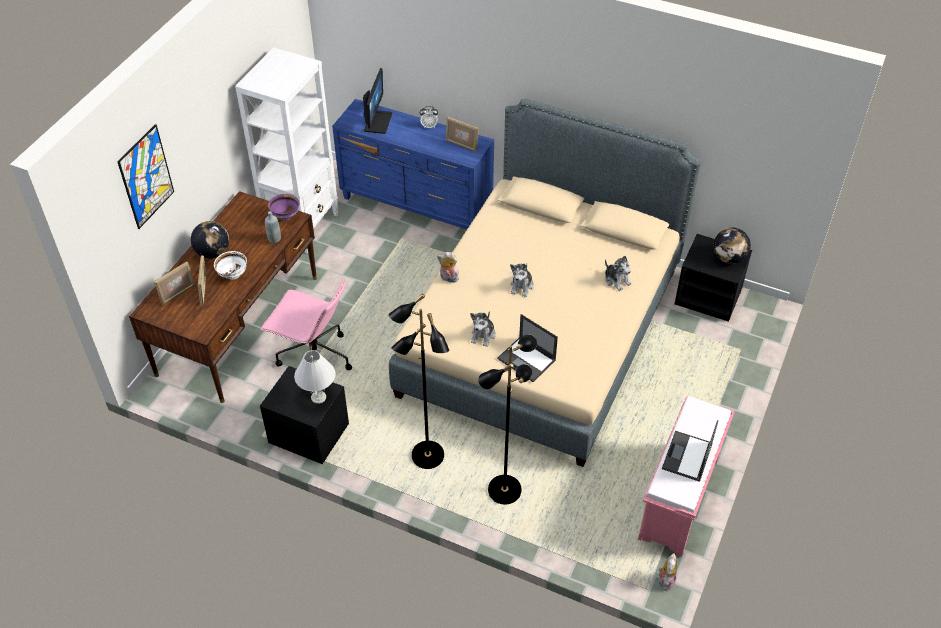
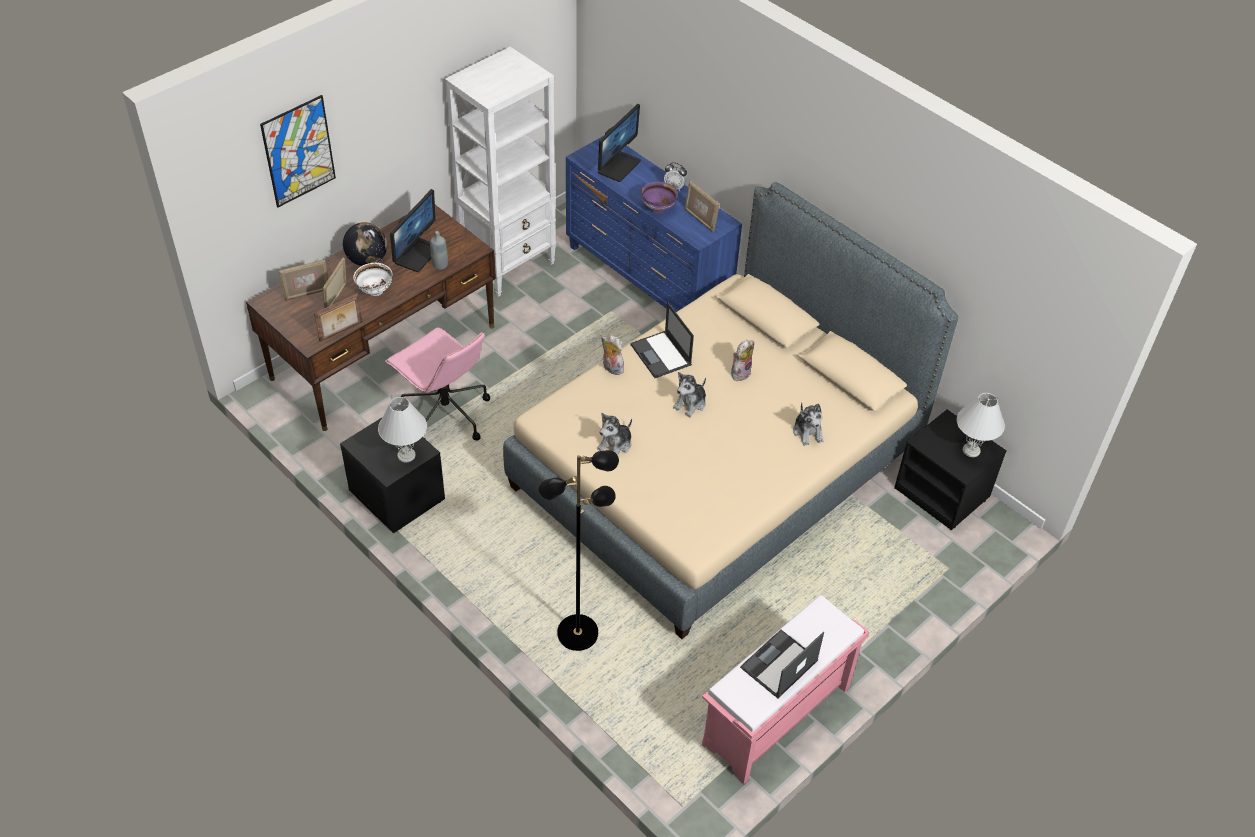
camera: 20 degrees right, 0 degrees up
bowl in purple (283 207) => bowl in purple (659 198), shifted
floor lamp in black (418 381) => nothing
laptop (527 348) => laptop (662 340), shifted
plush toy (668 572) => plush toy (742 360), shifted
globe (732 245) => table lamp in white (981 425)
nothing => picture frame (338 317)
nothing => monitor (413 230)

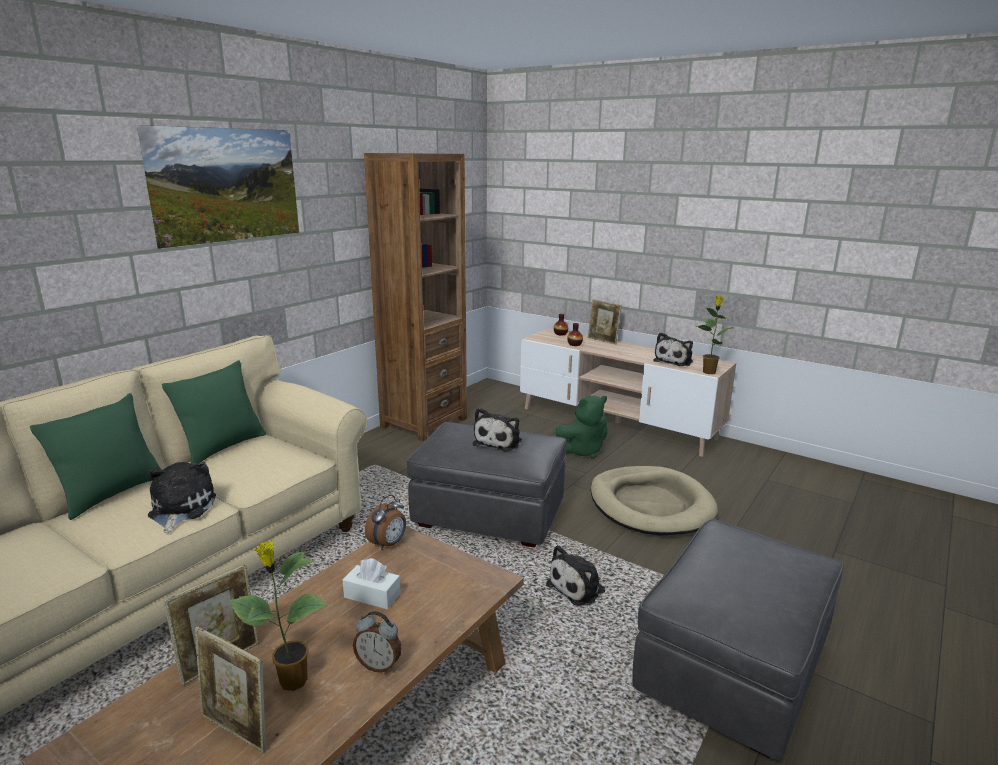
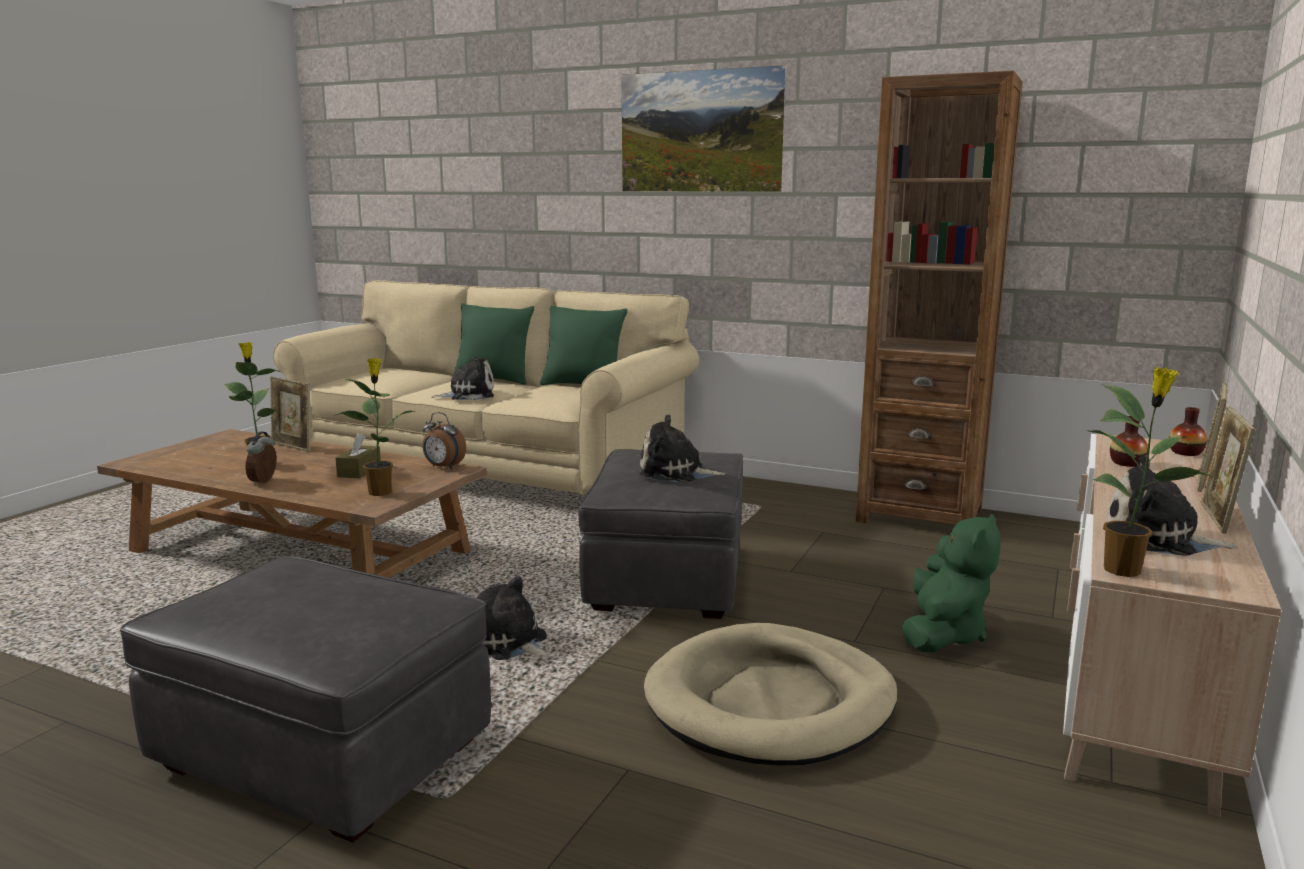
camera: 80 degrees right, 5 degrees down
picture frame (230 690) => picture frame (1228 470), shifted
tissue box in white (372 583) => tissue box in brown (358 455)
plush toy in green (581 427) => plush toy in green (951 582), 120 degrees counterclockwise
nothing => potted plant (375 427)

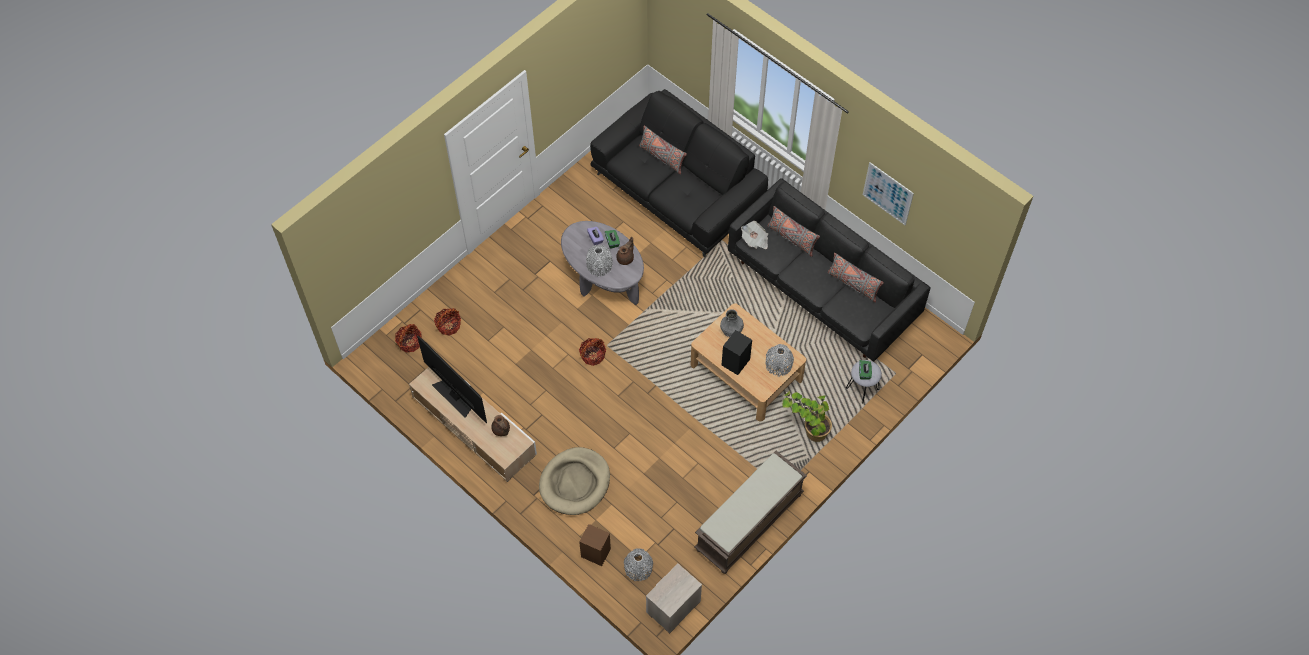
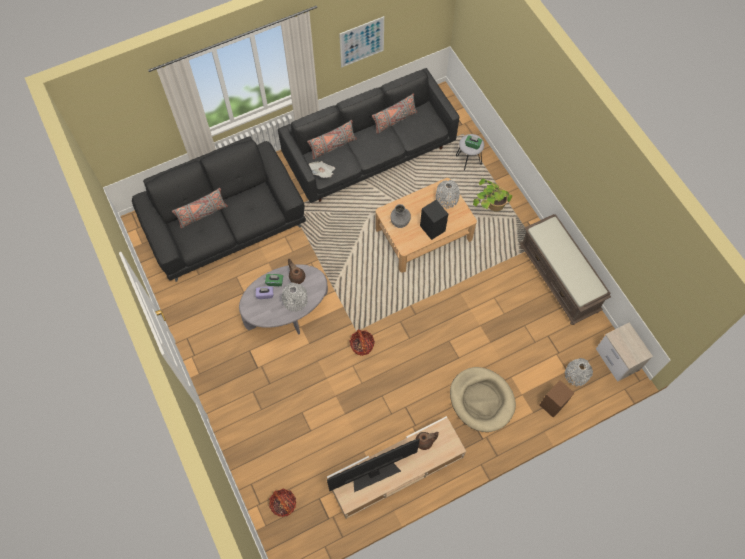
camera: 70 degrees left, 5 degrees up
basket (447 322) => nothing

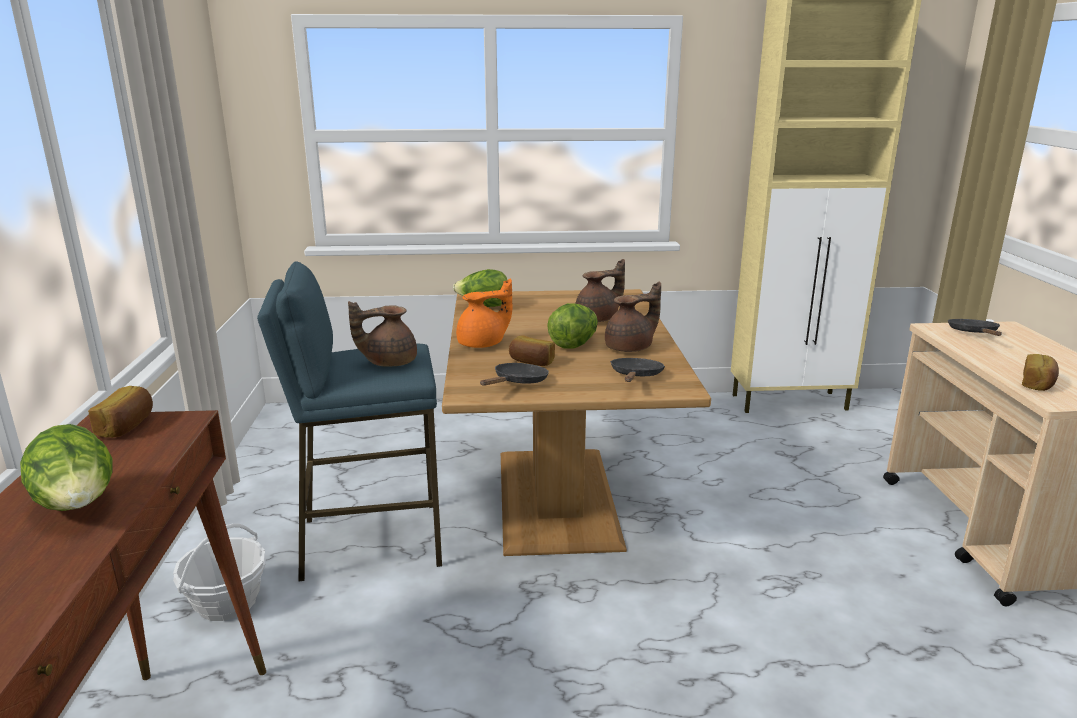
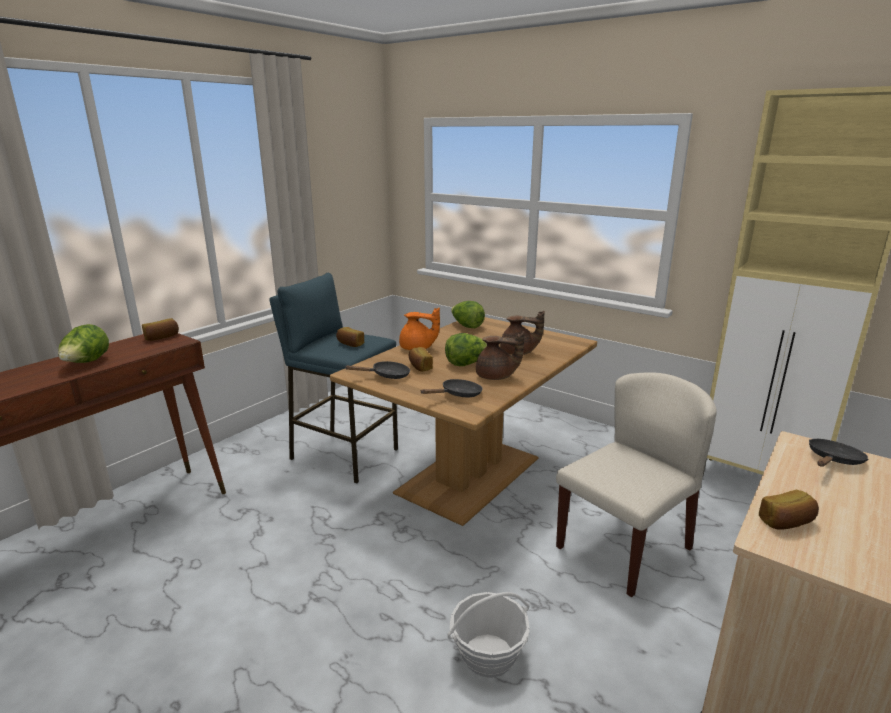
camera: 40 degrees right, 0 degrees up
basket (219 572) => basket (489 635), shifted
teapot in brown (382 334) => bread (350 337)
nothing => chair in beige (636 484)

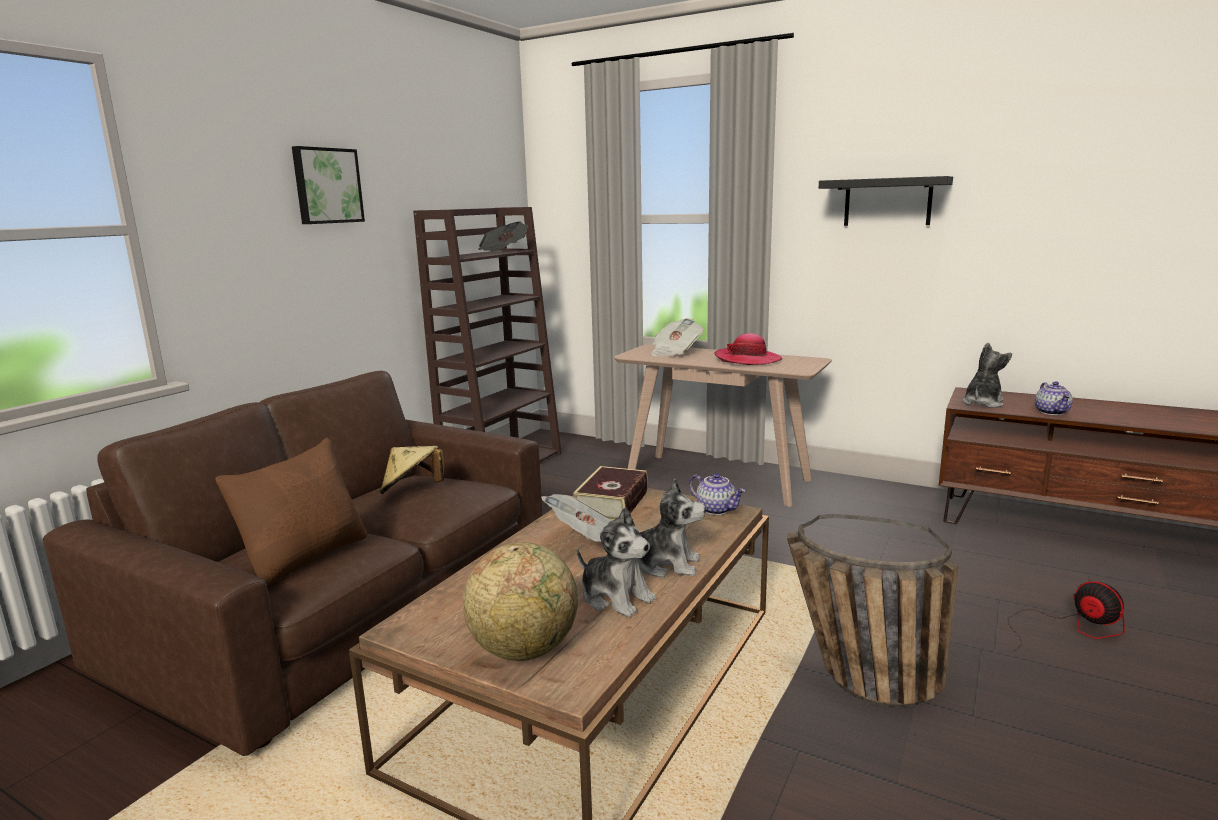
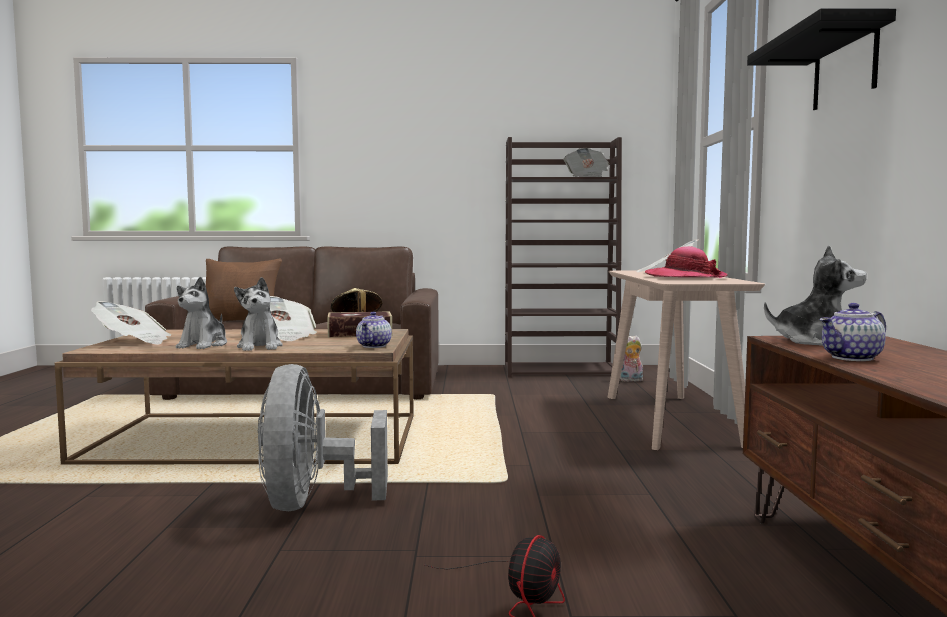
camera: 60 degrees right, 10 degrees down
picture (328 185) => nothing
globe (520 601) => newspaper (131 323)
basket (872 610) => fan in grey (323 437)
nothing => plush toy (631 358)

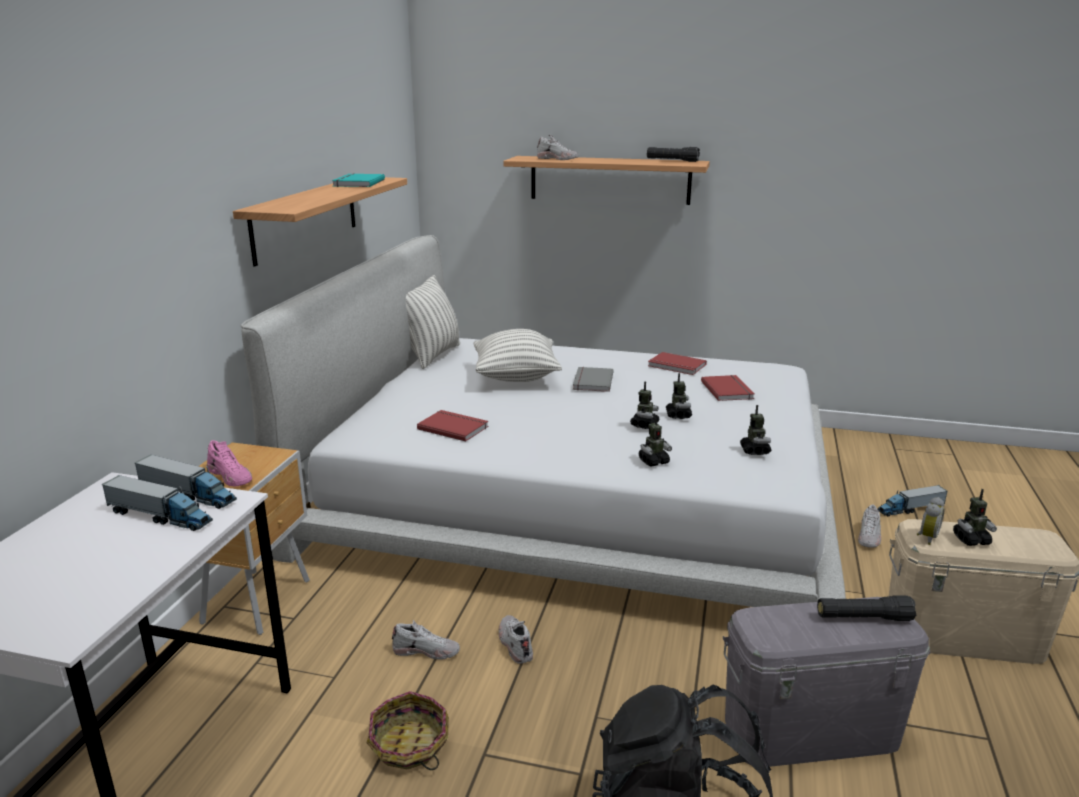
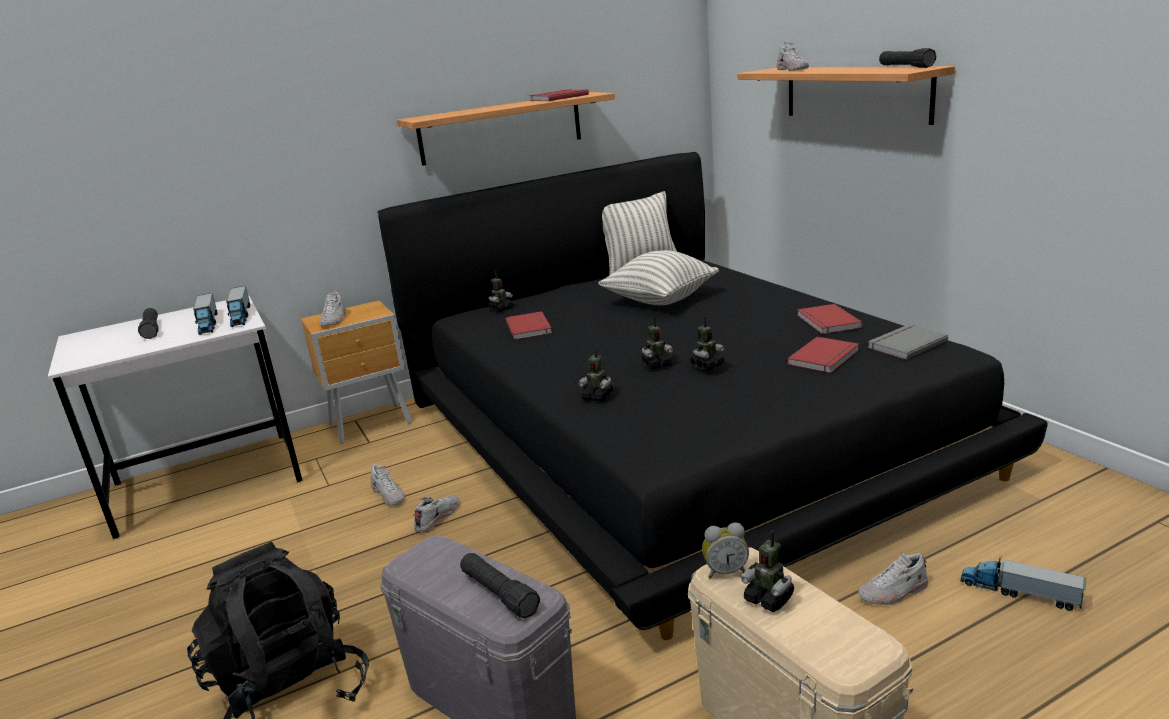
camera: 50 degrees right, 0 degrees up
shoe in pink (229 463) => shoe in white (332 309)
bed in white (543 421) => bed in black (712 396)
book in turquoise (358 180) => book in red (559 95)
basket (408 730) => nothing
book in grey (593 379) => book in grey (908 342), shifted
toy robot (755 430) => toy robot (500 291), shifted
nothing => flashlight in black (148 323)

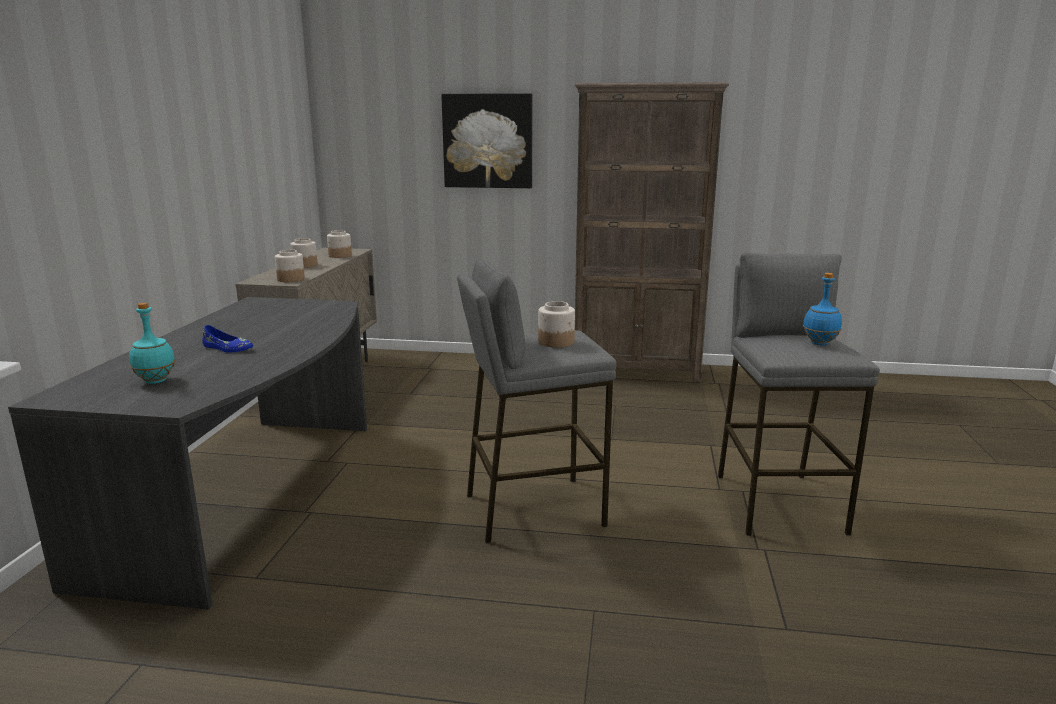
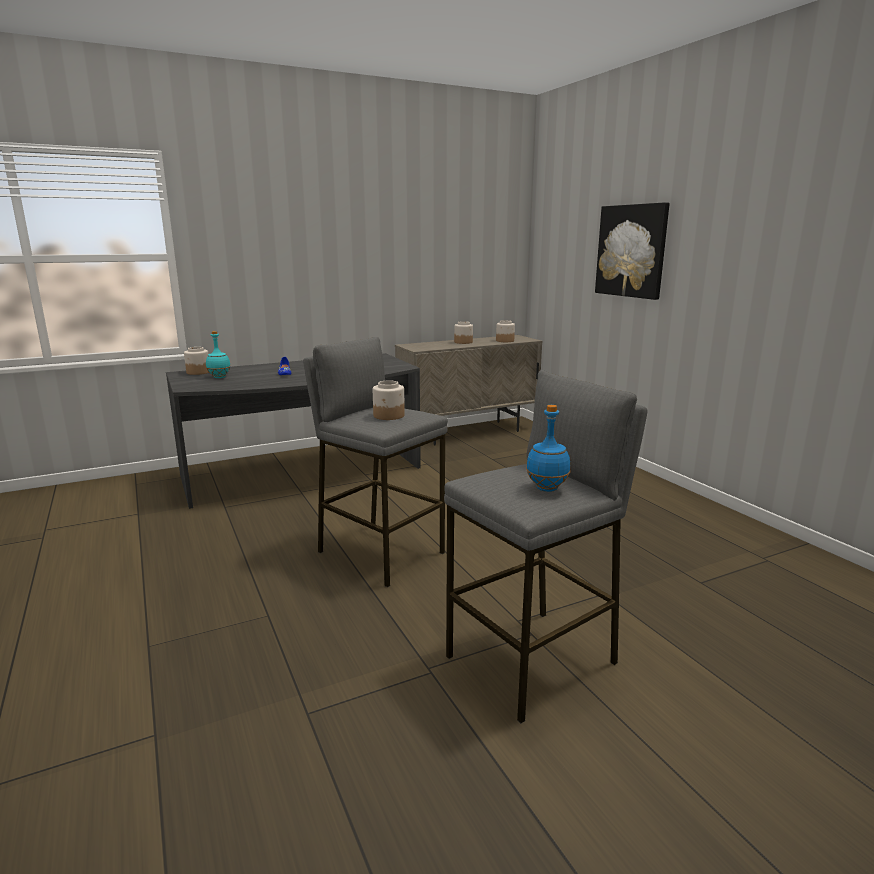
camera: 55 degrees right, 0 degrees up
jar (290 266) => jar (196 361), shifted
bookcase in brown (652 232) => nothing

